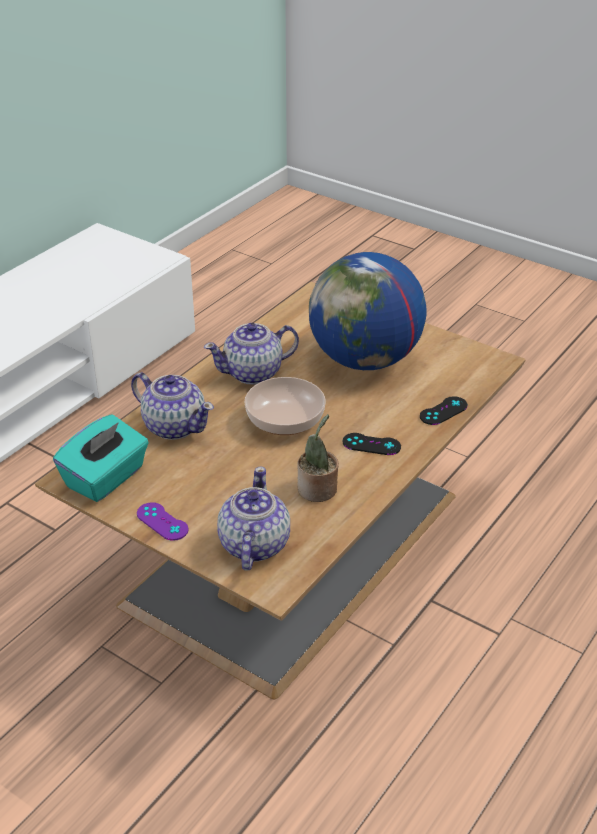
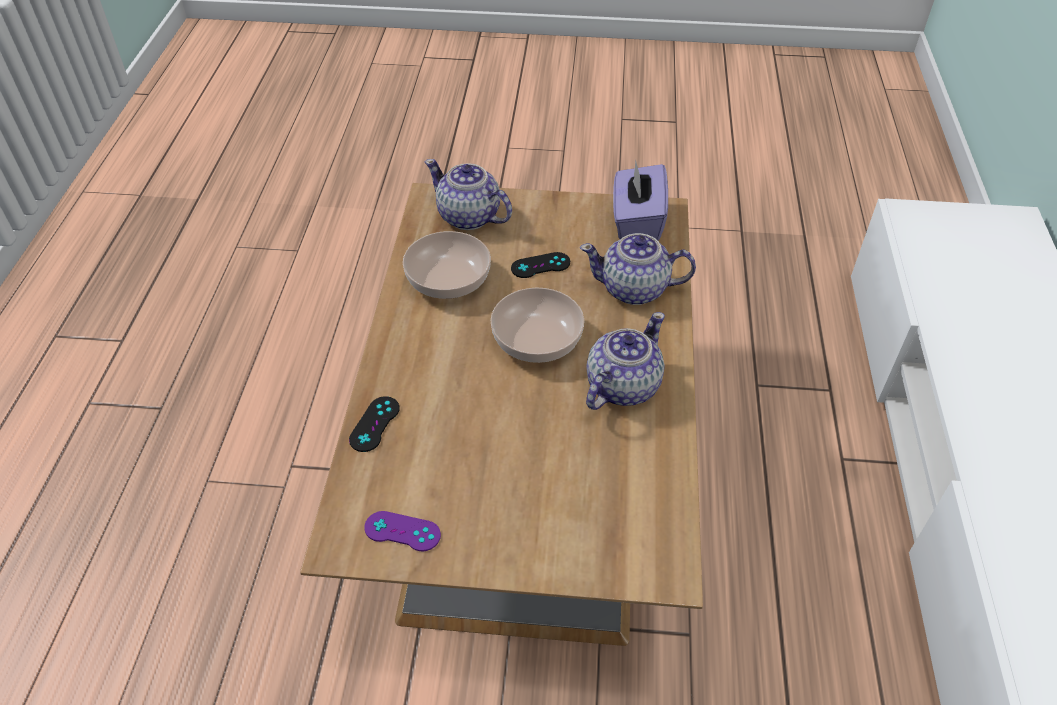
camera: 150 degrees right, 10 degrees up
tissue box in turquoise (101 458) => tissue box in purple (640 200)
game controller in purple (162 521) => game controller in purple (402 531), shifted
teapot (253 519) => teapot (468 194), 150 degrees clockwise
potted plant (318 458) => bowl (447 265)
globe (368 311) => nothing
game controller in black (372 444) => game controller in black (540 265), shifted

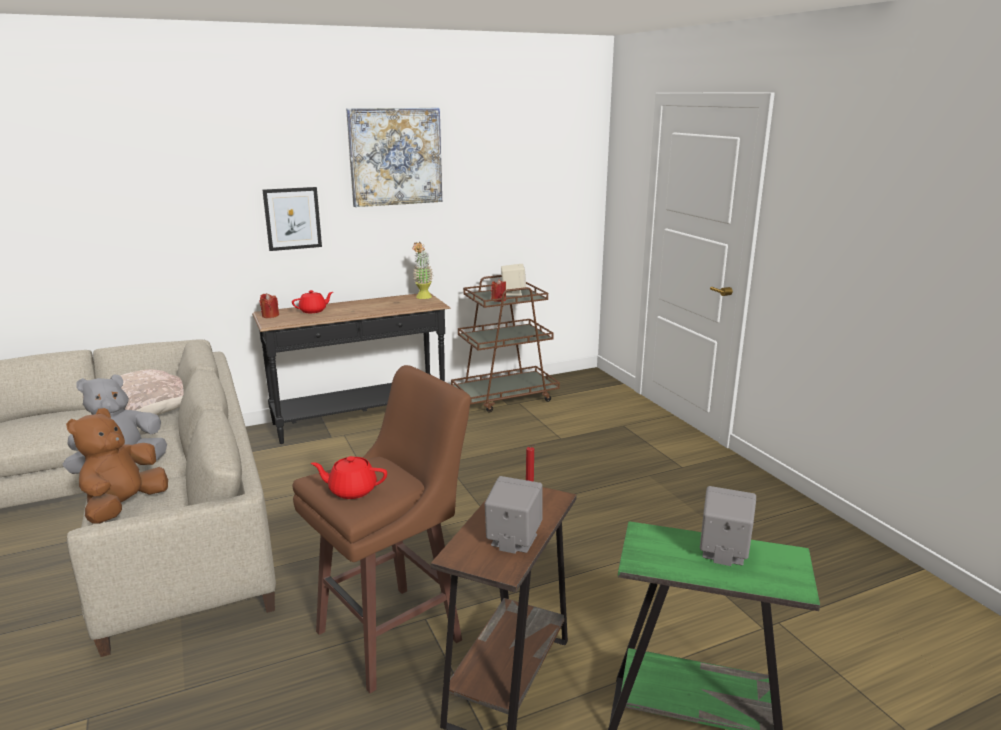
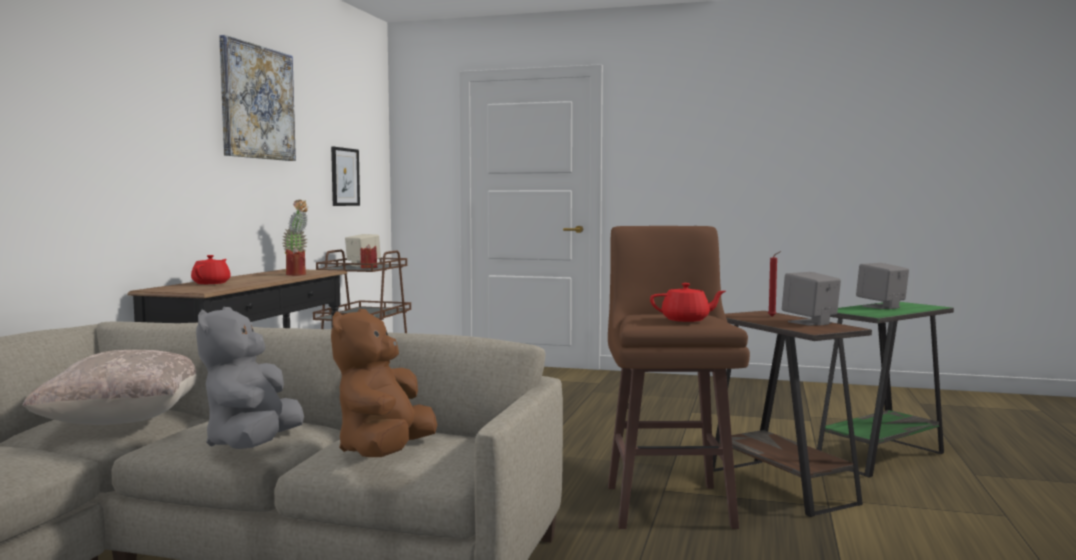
camera: 50 degrees left, 15 degrees down
plush toy in brown (117 466) => plush toy in brown (384 383), 45 degrees clockwise
candle in red (269 305) => candle in red (296 261), shifted
picture (292 219) => picture (345 176), shifted
teapot in red (349 477) => teapot in red (688 302), 135 degrees counterclockwise

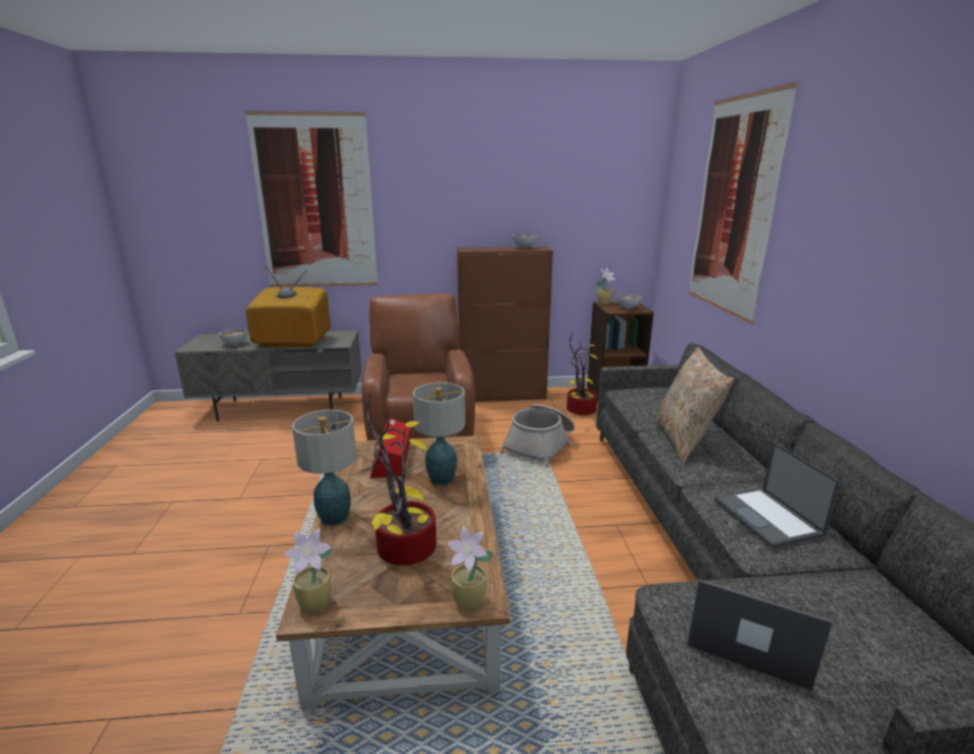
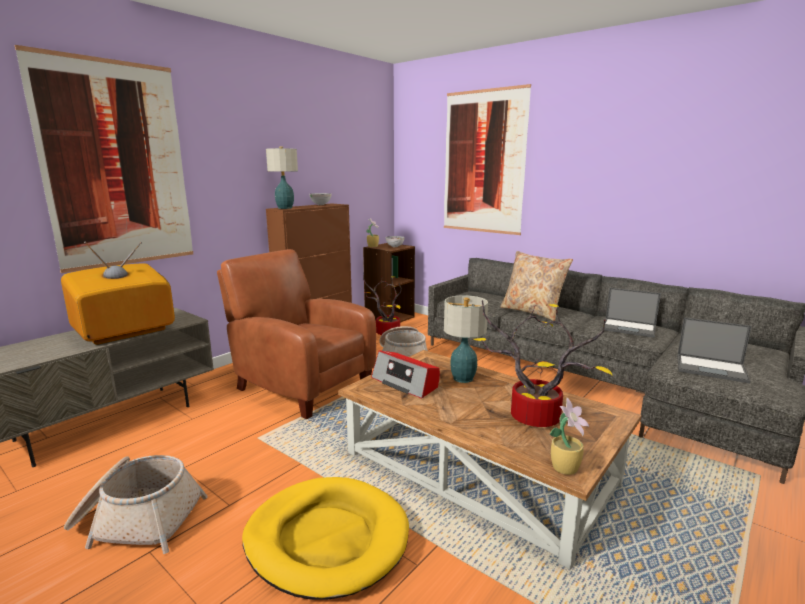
camera: 45 degrees left, 5 degrees down
bowl (233 337) => nothing
table lamp (324 468) => table lamp (282 178), shifted
potted plant (470 568) => nothing
laptop (759 635) => laptop (714 350), 135 degrees counterclockwise
nothing => basket (136 504)
nothing => dog bed in yellow (325 538)

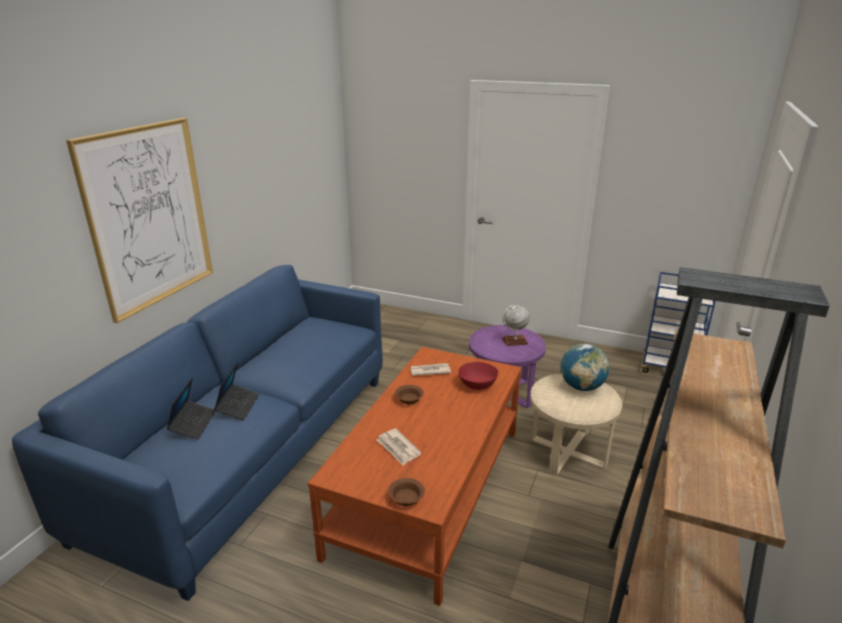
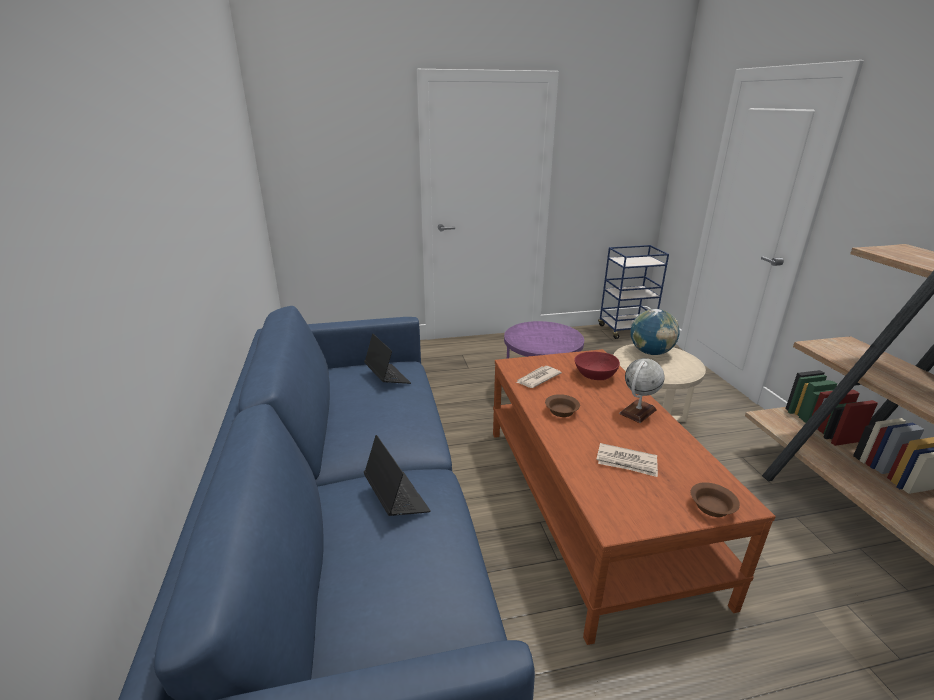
camera: 35 degrees left, 0 degrees up
picture (139 220) => nothing
laptop (191 408) => laptop (387 359), shifted
globe (516 325) => globe (642 390), shifted

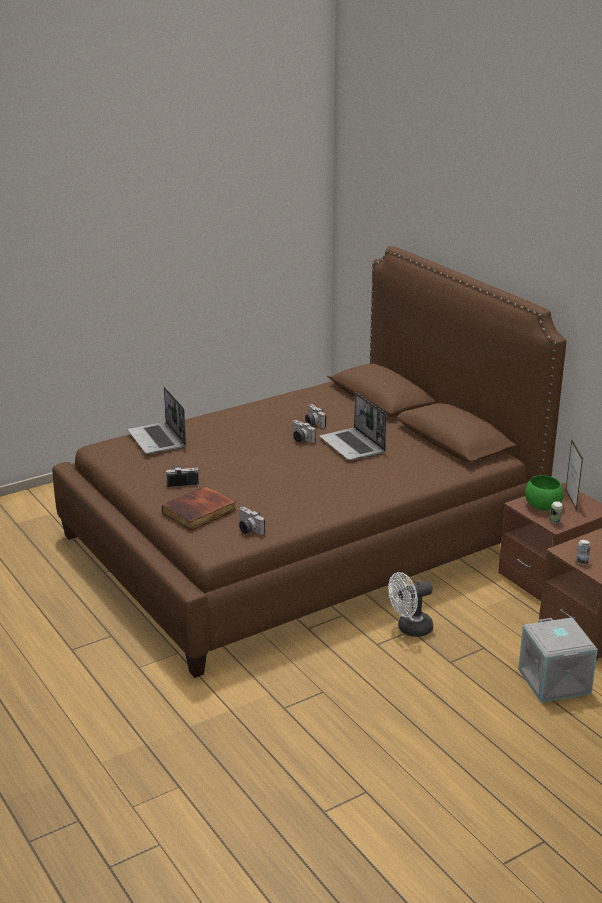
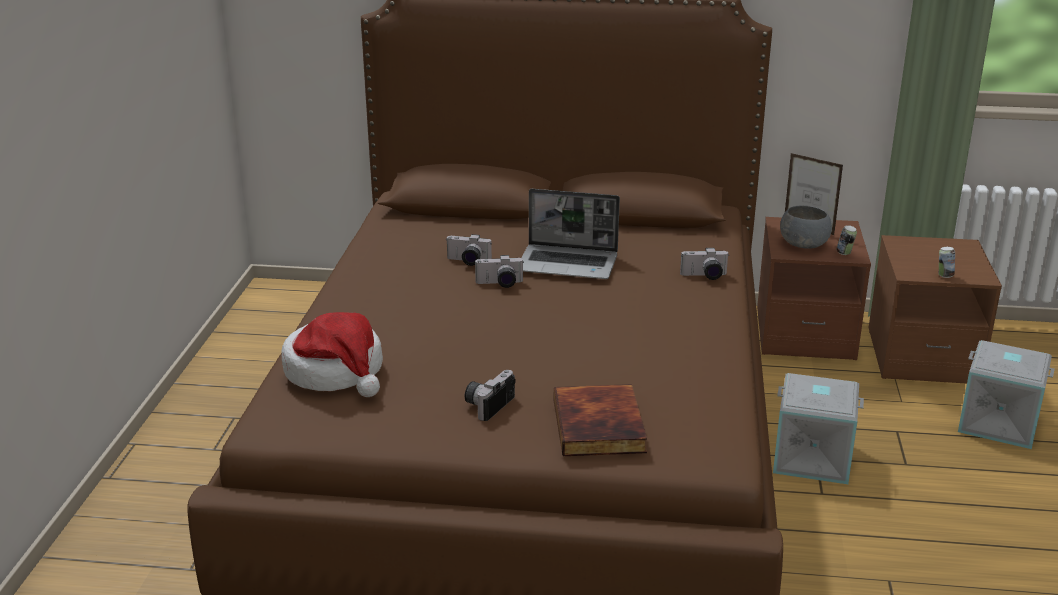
camera: 50 degrees left, 0 degrees up
laptop (157 420) => hat (332 354)
photo camera (252 521) => photo camera (704 264), shifted
fan in white (410 604) => storage box in grey (818 428)
bowl in green (544 492) => bowl in grey (806 227)

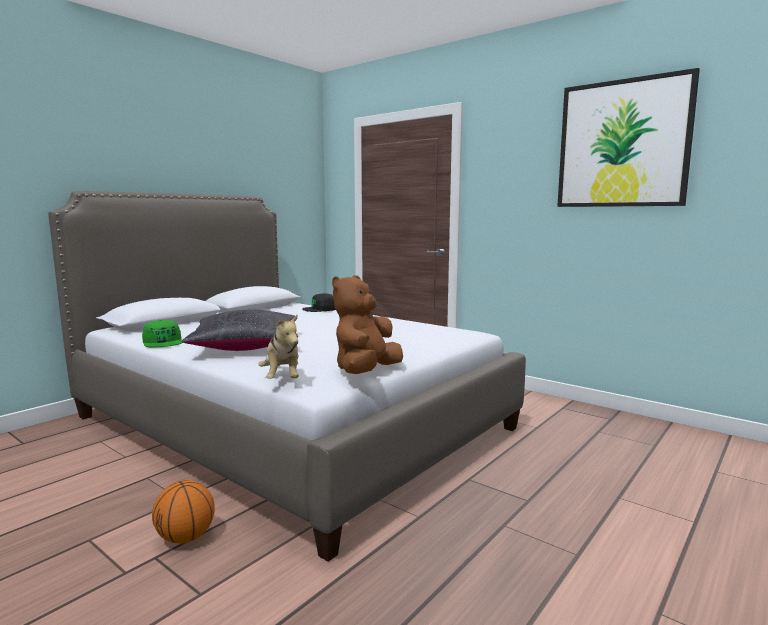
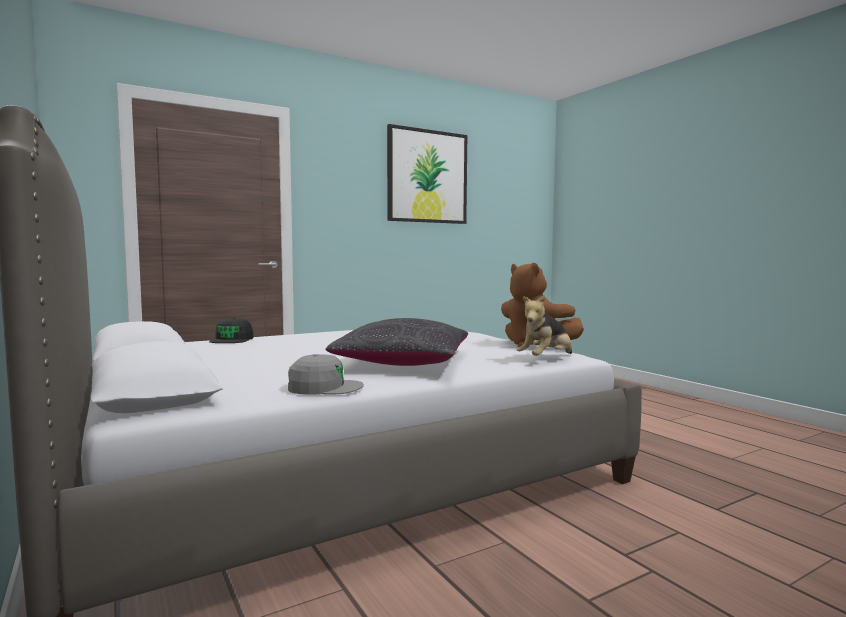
camera: 70 degrees left, 5 degrees down
cap in green (162 333) => cap in grey (326 374)
basketball (183 512) => nothing
plush toy (278 347) => plush toy (544 325), 135 degrees clockwise

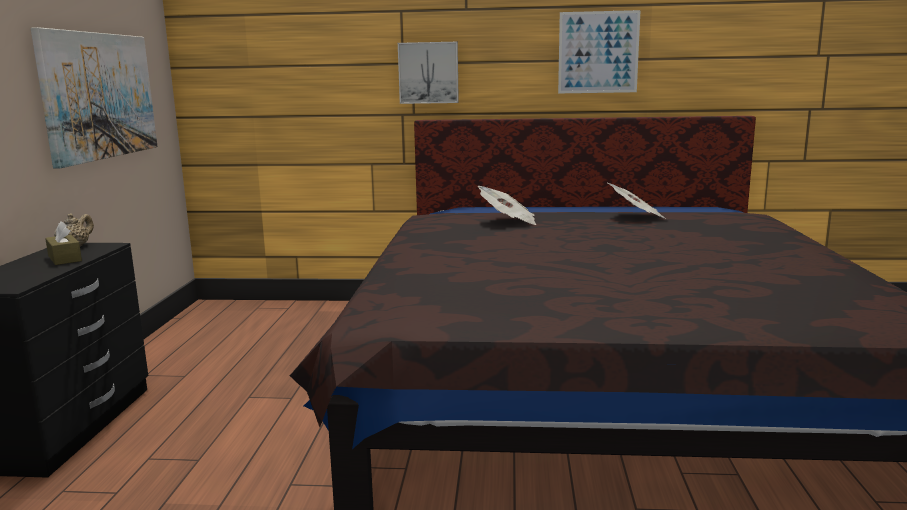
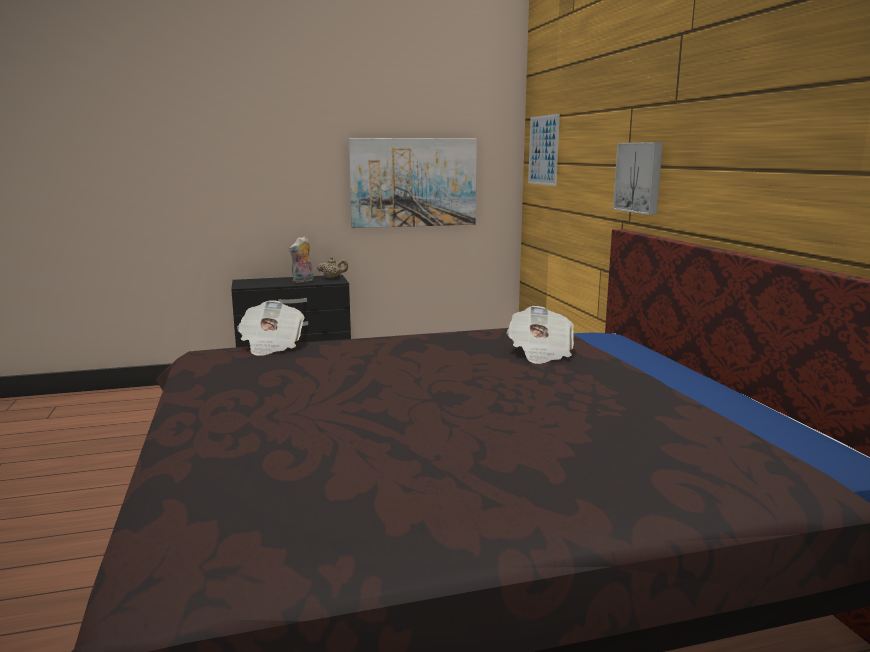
camera: 70 degrees right, 0 degrees up
tissue box in brown (63 243) => plush toy (301 259)
picture (599 51) => picture (544 150), shifted
newspaper (636 200) => newspaper (270 328), shifted

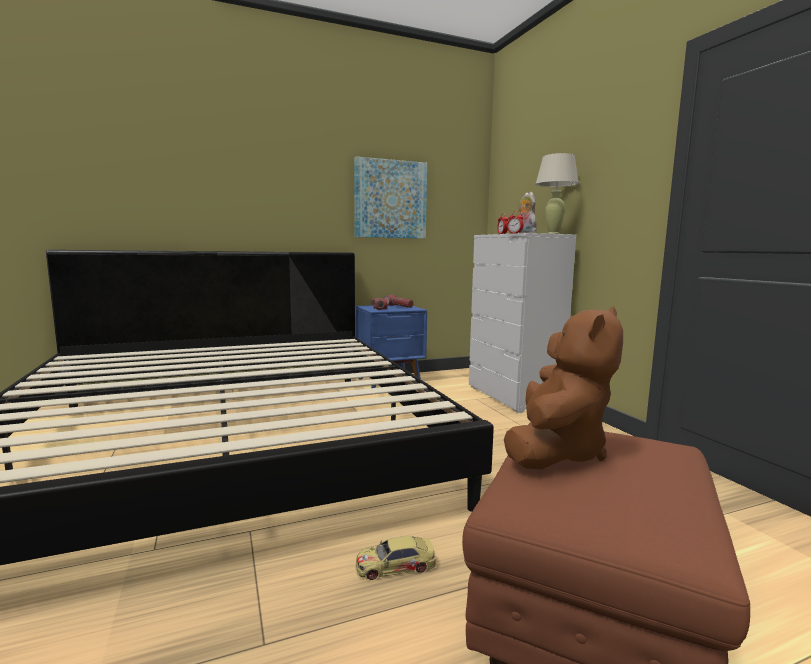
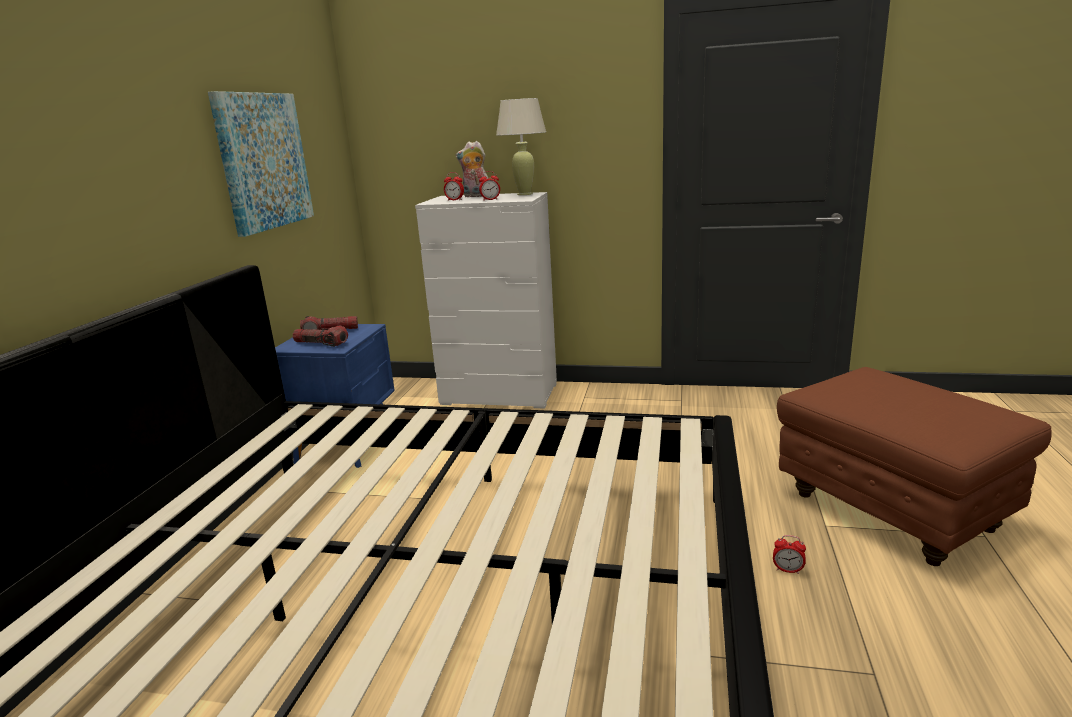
camera: 55 degrees left, 10 degrees up
toy car (395 558) => alarm clock (789 554)
plush toy in brown (563 388) => nothing

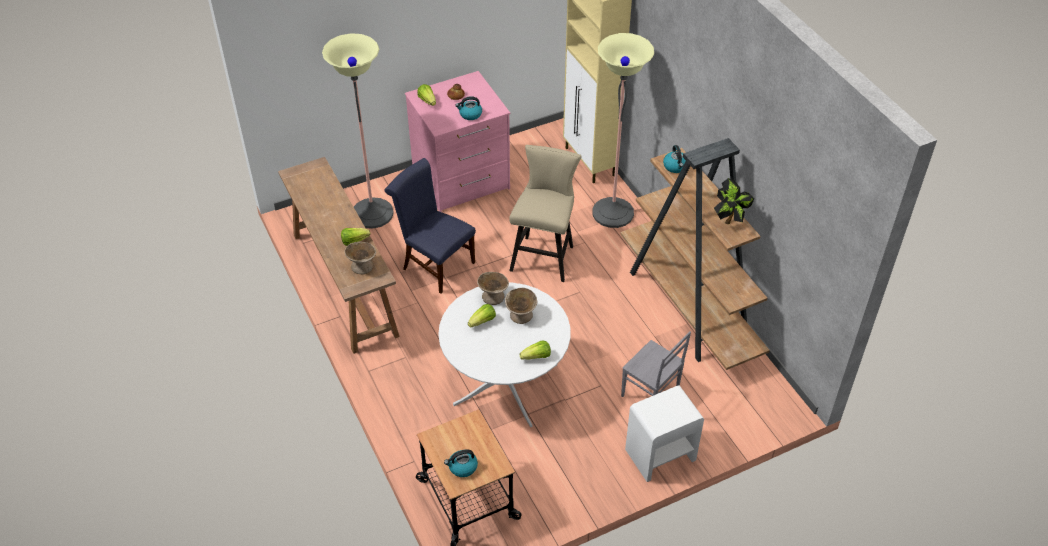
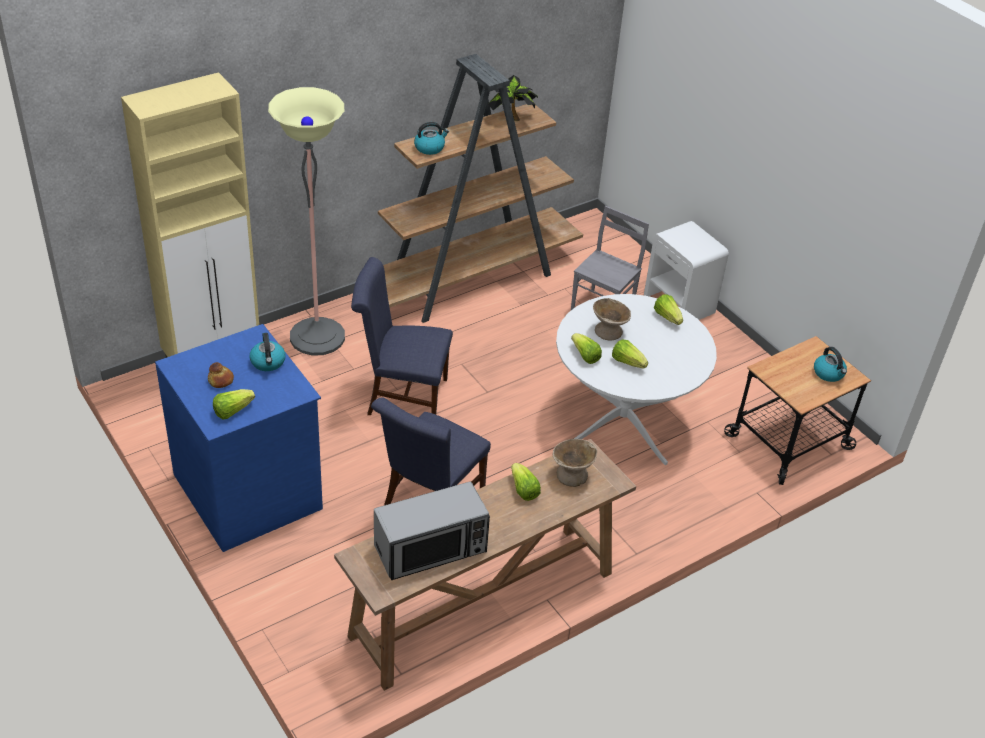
camera: 100 degrees left, 5 degrees down
floor lamp (358 131) => nothing
dresser in pink (457 141) => dresser in blue (239 438)
bowl in beige (493 288) => lettuce (586 348)
stool in beige (545 213) => chair in blue (402 336)
nothing => microwave (432 531)

